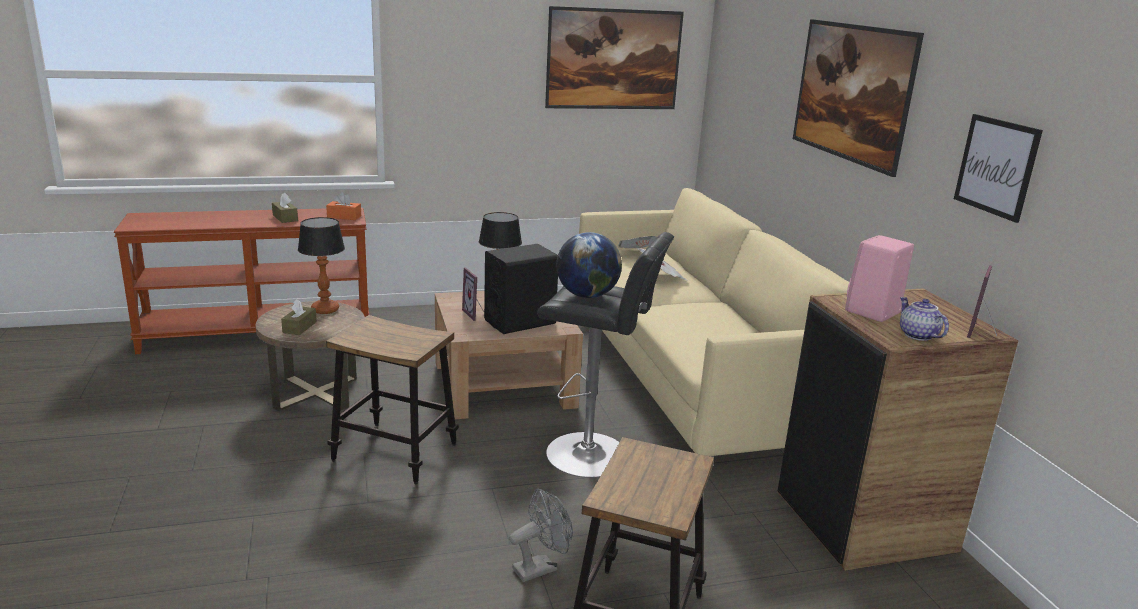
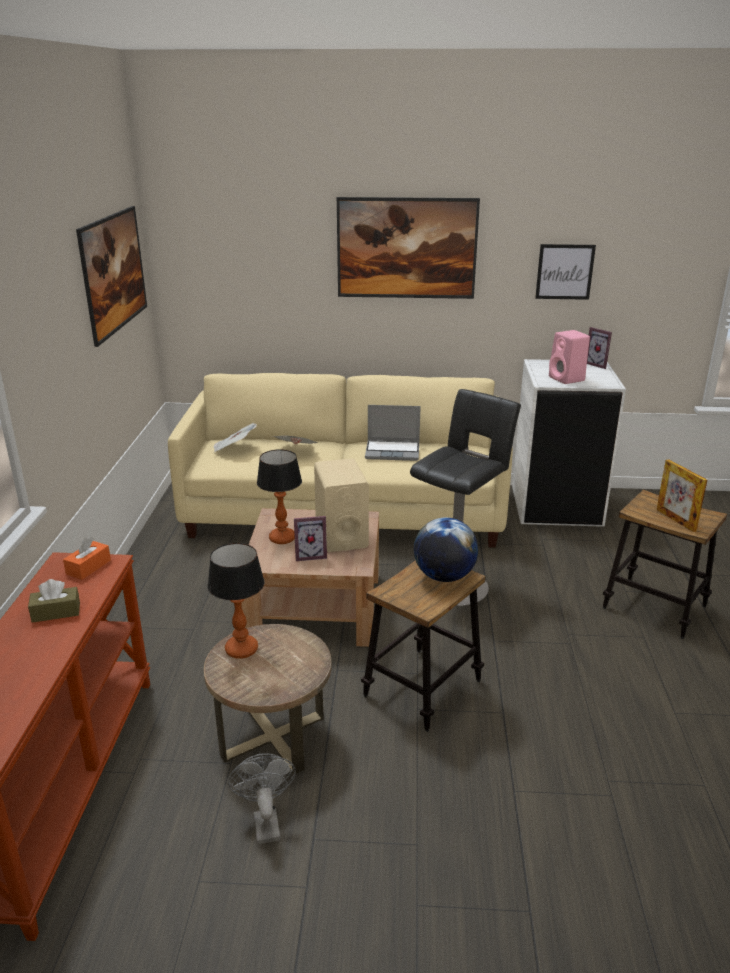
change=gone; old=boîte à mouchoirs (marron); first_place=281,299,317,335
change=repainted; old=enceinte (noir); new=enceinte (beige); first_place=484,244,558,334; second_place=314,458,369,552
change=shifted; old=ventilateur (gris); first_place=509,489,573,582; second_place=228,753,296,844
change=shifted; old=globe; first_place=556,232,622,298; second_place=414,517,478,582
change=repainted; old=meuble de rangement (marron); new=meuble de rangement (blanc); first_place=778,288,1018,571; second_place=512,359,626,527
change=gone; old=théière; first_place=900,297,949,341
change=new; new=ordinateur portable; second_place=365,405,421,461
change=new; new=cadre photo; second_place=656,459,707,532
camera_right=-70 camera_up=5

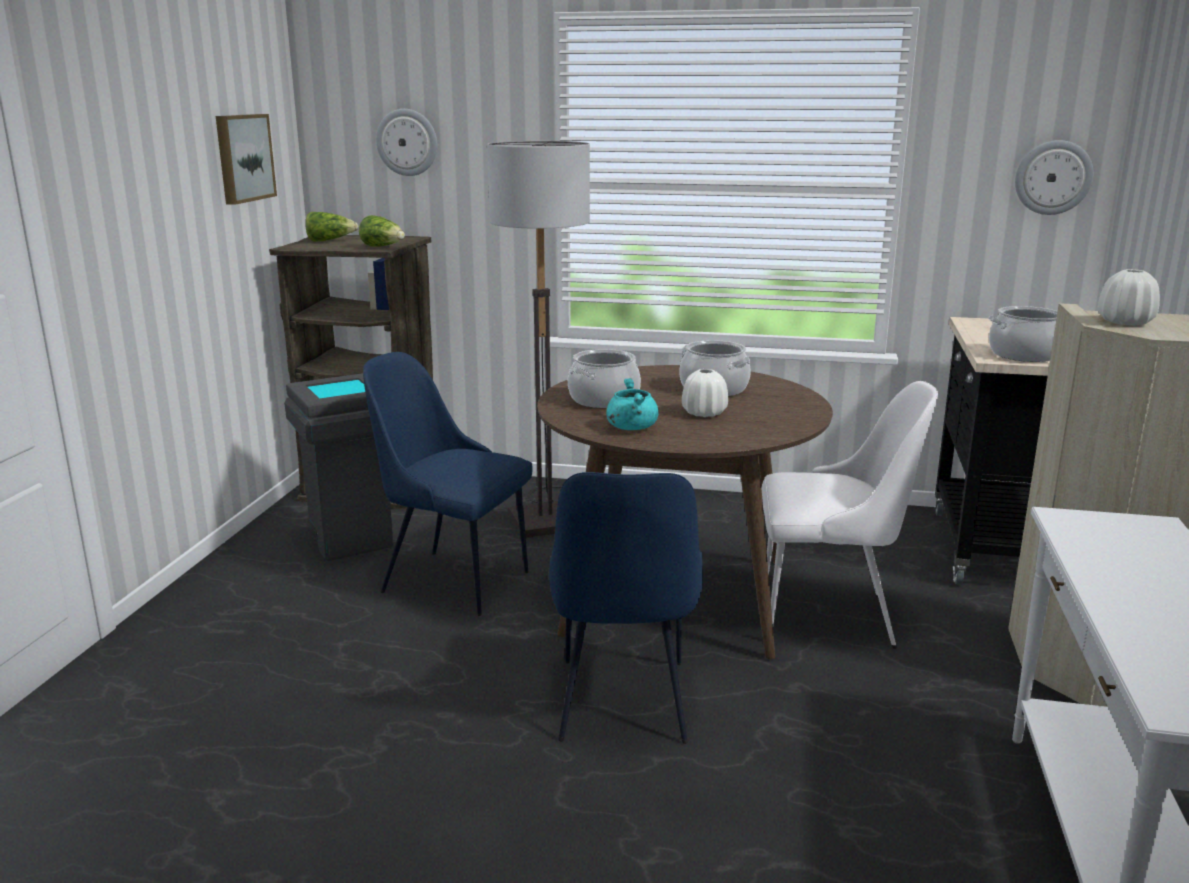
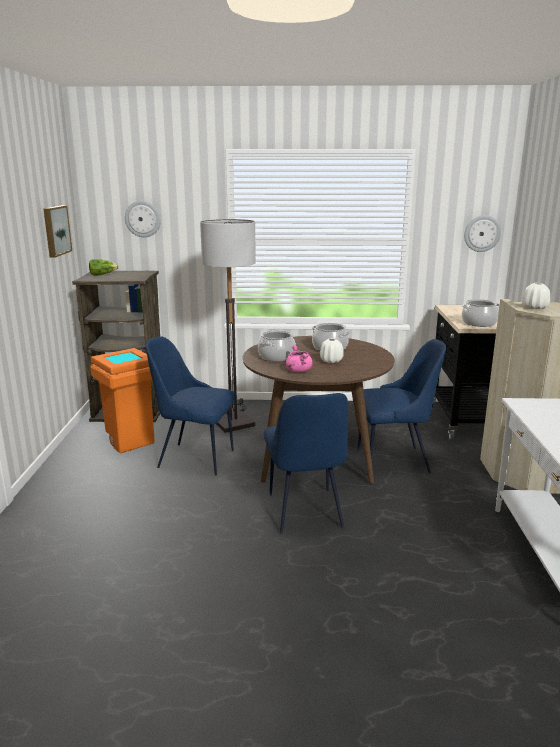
change=repainted; old=poubelle (gris); new=poubelle (orange); first_place=284,373,393,561; second_place=90,348,155,453
change=gone; old=laitue; first_place=359,215,405,247
change=repainted; old=marmite (turquoise); new=marmite (rose); first_place=606,378,659,430; second_place=286,345,313,372
change=repainted; old=chaise (blanc); new=chaise (bleu); first_place=762,381,938,649; second_place=358,339,446,475
camera_right=-10 camera_up=0

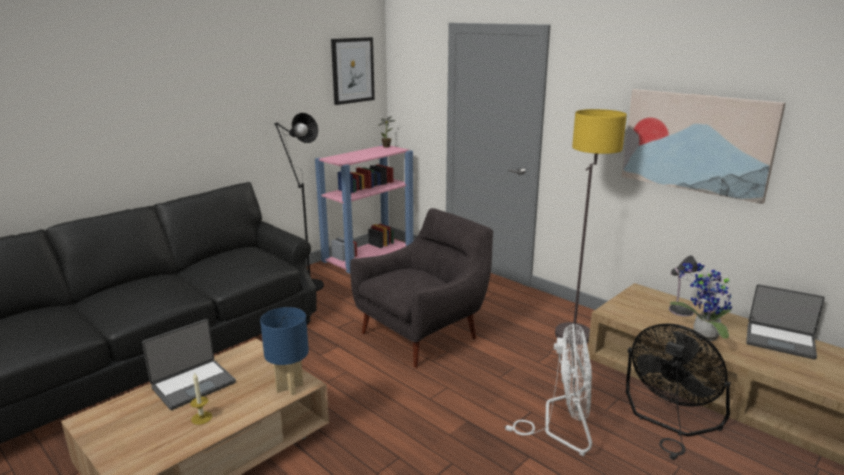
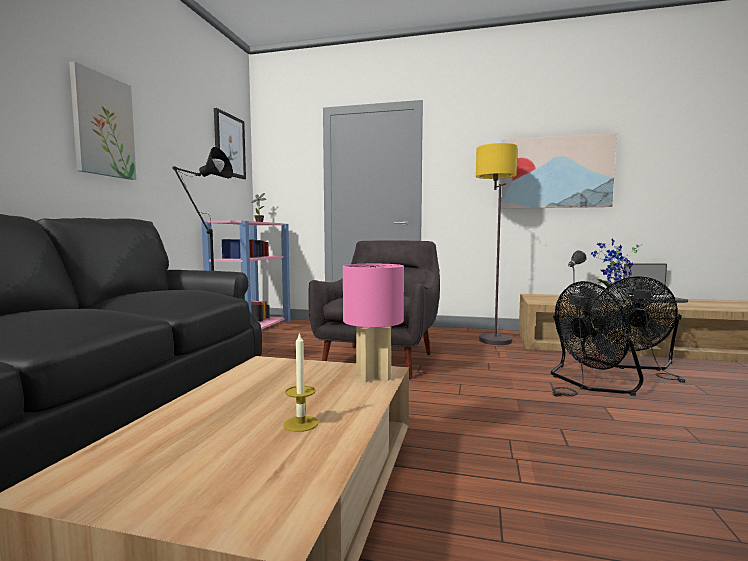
change=gone; old=ordinateur portable; first_place=142,319,236,410
change=repainted; old=lampe de table (bleu); new=lampe de table (rose); first_place=260,307,309,395; second_place=343,264,404,383
change=repainted; old=ventilateur (blanc); new=ventilateur (noir); first_place=504,324,592,456; second_place=551,281,644,396
change=new; new=tableau; second_place=69,61,136,180
camera_right=-30 camera_up=-15

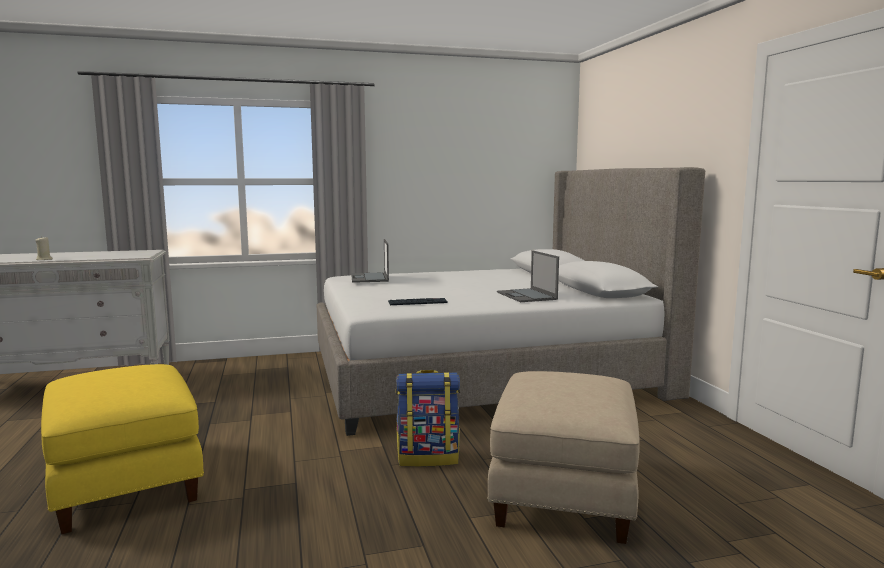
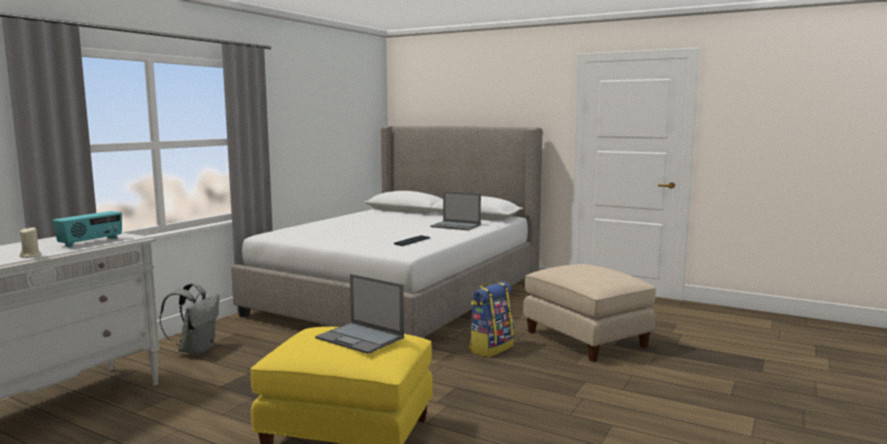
change=shifted; old=ordinateur portable; first_place=351,239,389,283; second_place=315,274,404,354
change=new; new=radio; second_place=53,211,122,247
change=new; new=sac à dos (gris); second_place=159,283,219,355
camera_right=-45 camera_up=0

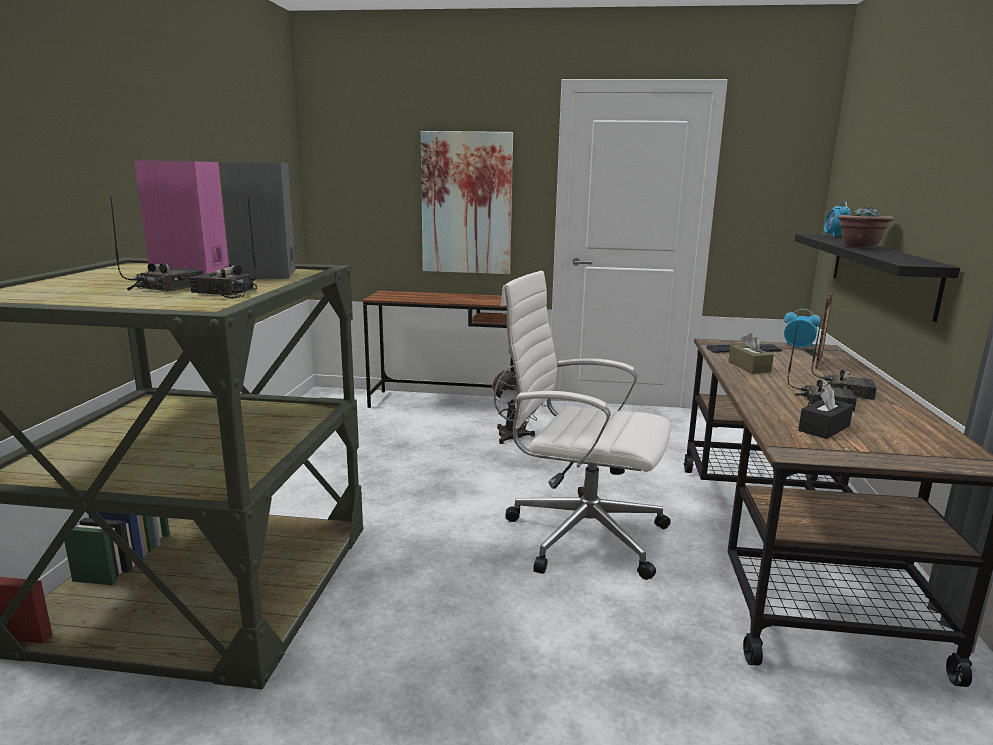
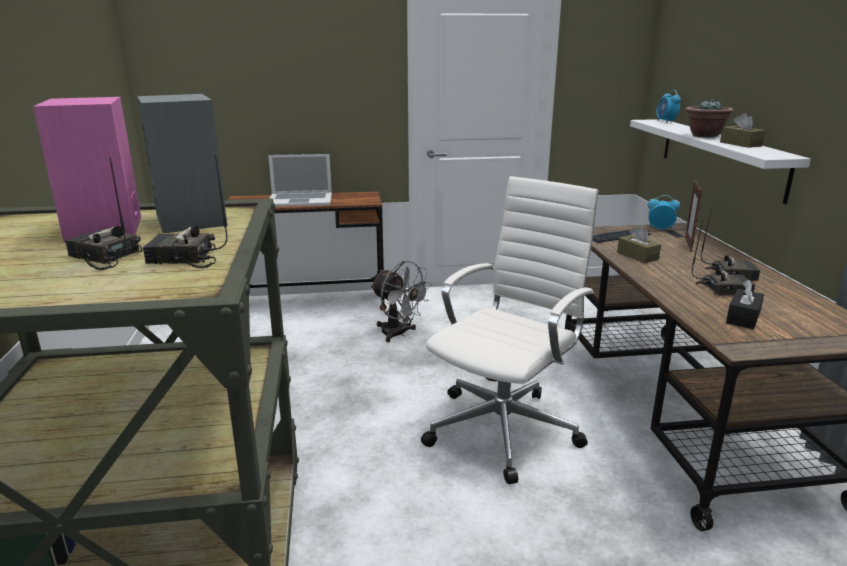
change=rotated; old=radio; first_place=111,198,204,292; second_place=65,157,143,270; degrees=-75
change=gone; old=tableau; first_place=421,131,513,274
change=rotated; old=chaise de bureau (blanc); first_place=501,271,671,580; second_place=421,176,598,484; degrees=120
change=repainted; old=étagère (noir); new=étagère (blanc); first_place=795,234,960,322; second_place=630,119,811,204
change=new; new=ordinateur portable; second_place=268,154,332,207
change=new; new=boîte à mouchoirs (marron); second_place=720,113,766,148
camera_right=-15 camera_up=5

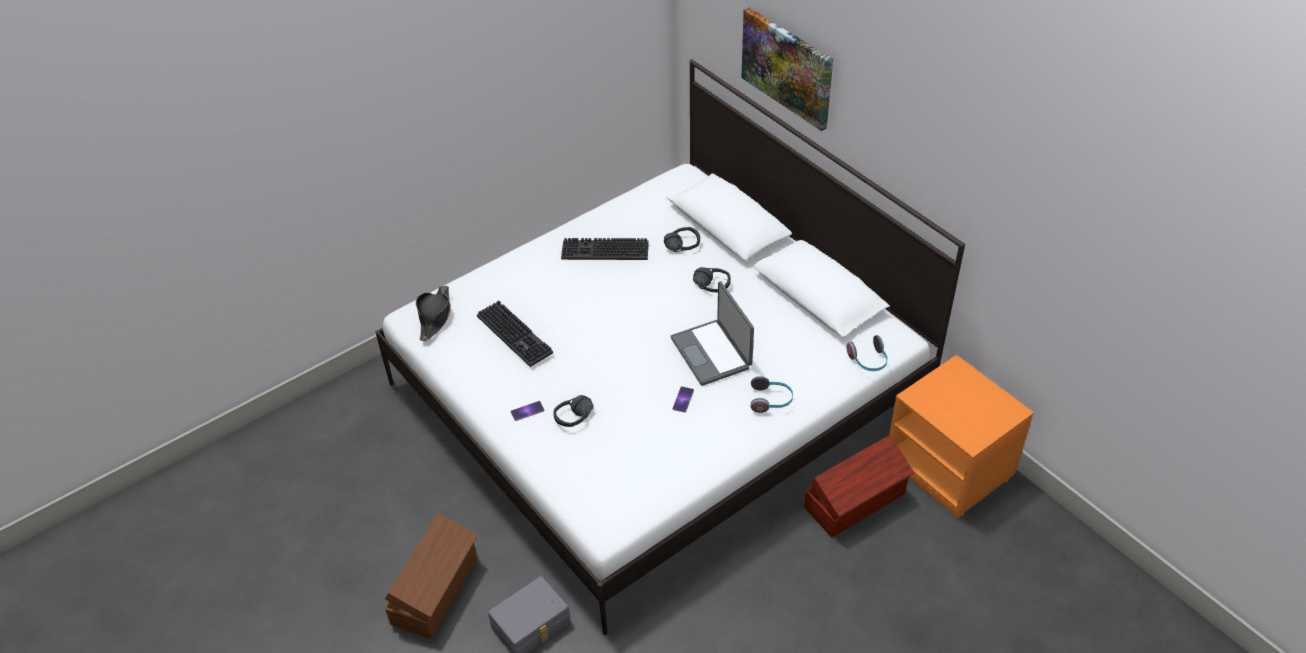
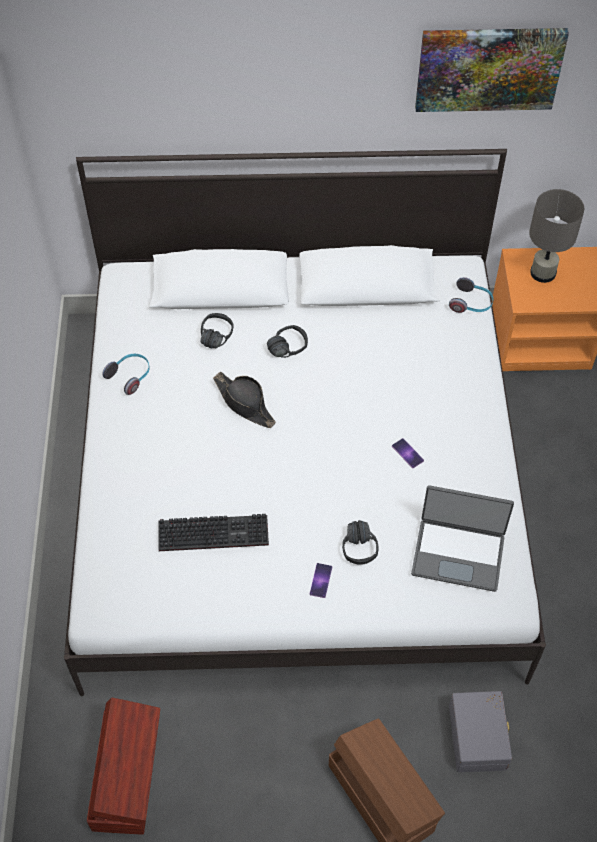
change=shifted; old=chapeau (noir); first_place=416,286,451,341; second_place=213,372,276,428
change=gone; old=clavier; first_place=561,238,649,260
change=shifted; old=ordinateur portable; first_place=670,281,754,386; second_place=411,485,514,592
change=shifted; old=tableau; first_place=741,8,833,131; second_place=415,28,569,112
change=shifted; old=casque audio; first_place=750,376,793,413; second_place=102,354,150,395
change=shifted; old=boîte de rangement (marron); first_place=804,435,914,537; second_place=87,698,160,834
change=new; new=lampe de table (gris); second_place=529,189,584,283
camera_right=-55 camera_up=10

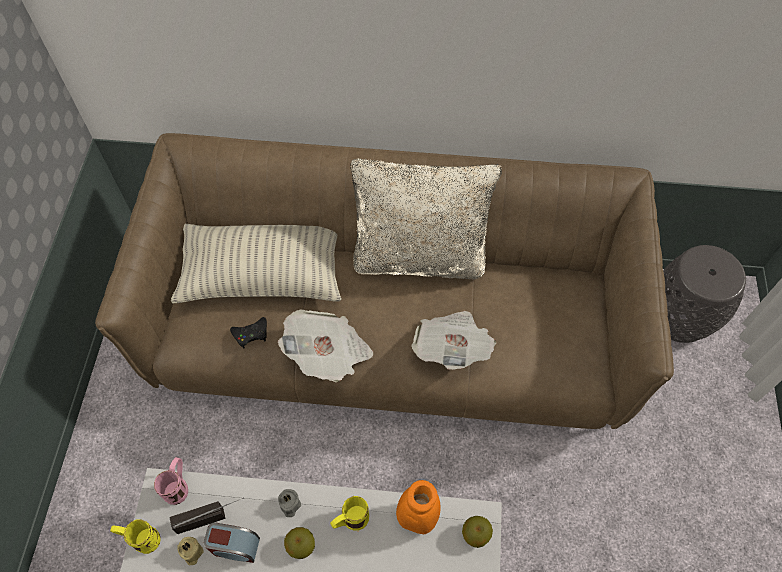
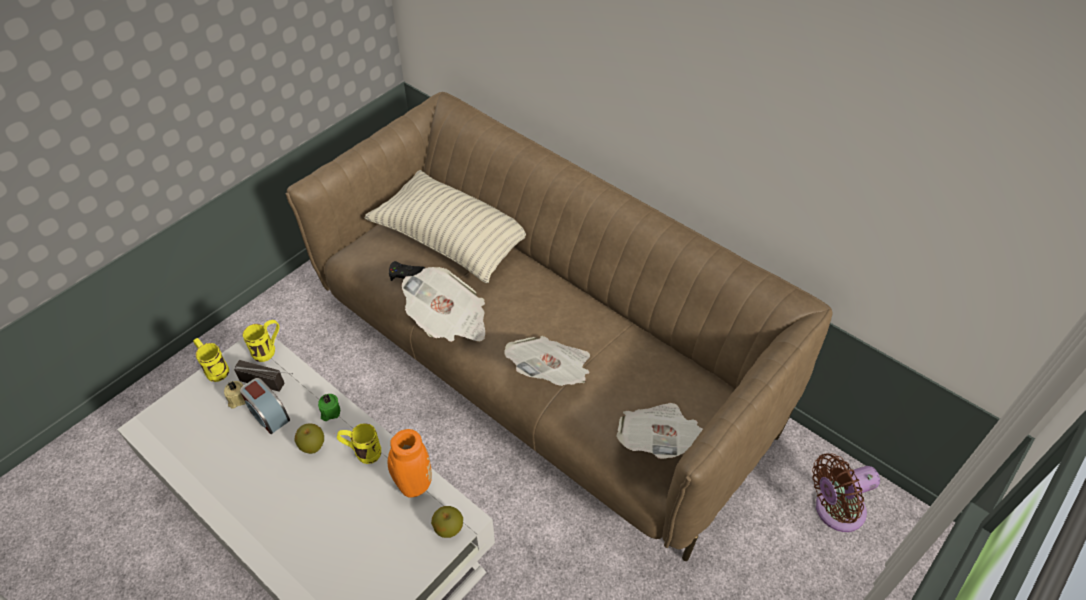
change=repainted; old=mug (rose); new=mug (jaune); first_place=154,457,188,505; second_place=243,320,279,362
change=repainted; old=bougie (gris); new=bougie (vert); first_place=278,489,301,517; second_place=318,394,340,421
change=gone; old=coussin (beige); first_place=350,158,502,279
change=swapped; old=tabouret (gris); new=ventilateur (marron); first_place=663,245,746,343; second_place=812,453,880,532
change=new; new=journal; second_place=616,403,703,459
camera_right=35 camera_up=-10

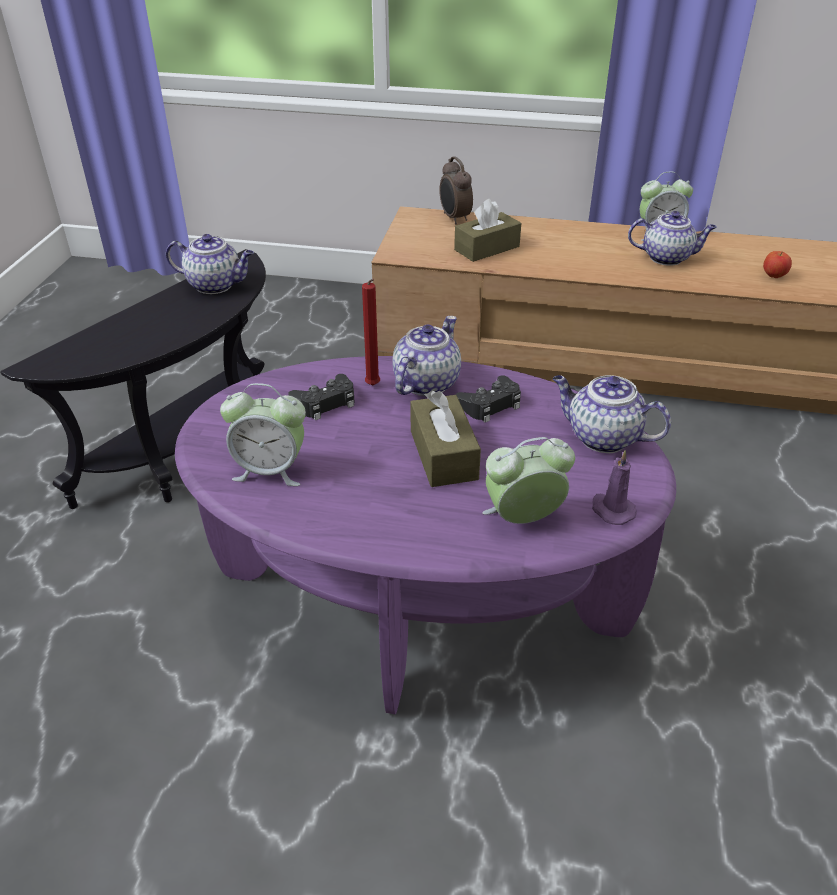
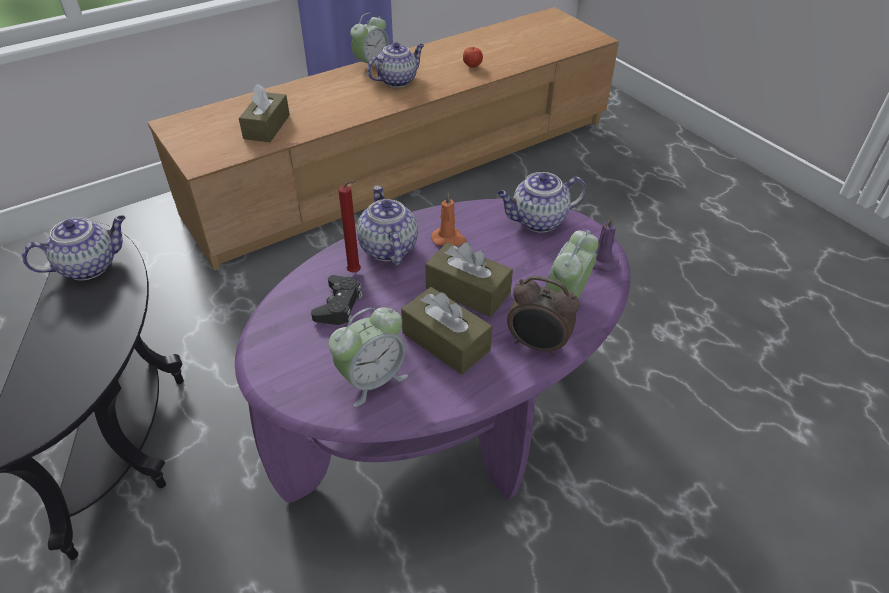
change=shifted; old=réveil; first_place=439,156,473,224; second_place=507,276,579,356
change=swapped; old=manette (noir); new=bougie (orange); first_place=455,375,521,422; second_place=431,192,466,246
change=new; new=boîte à mouchoirs (marron); second_place=401,287,492,375
camera_right=-45 camera_up=5

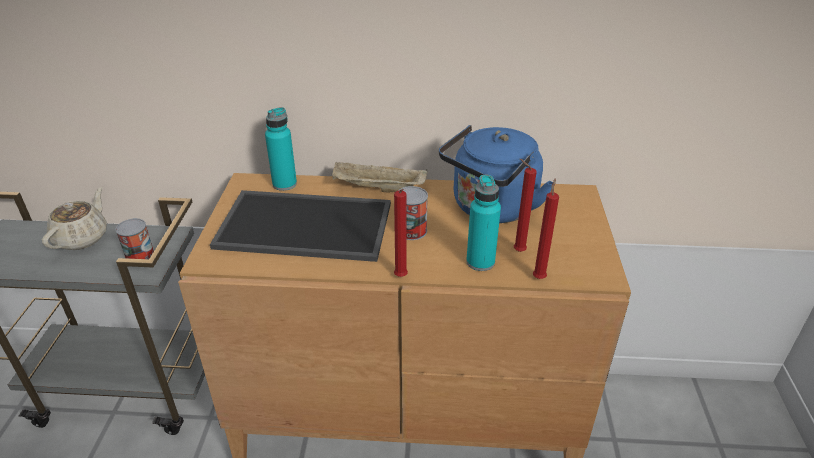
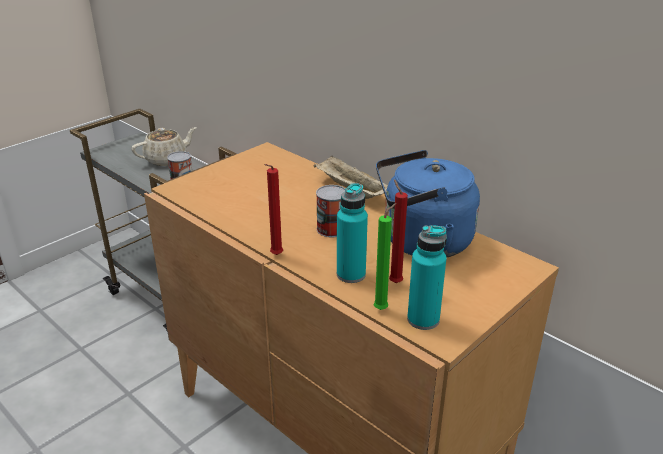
change=gone; old=plateau; first_place=210,190,391,262
change=shifted; old=bouteille (turquoise); first_place=265,107,297,191; second_place=407,225,447,330
change=repainted; old=bougie (rouge); new=bougie (vert); first_place=533,179,559,279; second_place=374,203,396,310
camera_right=40 camera_up=-5

